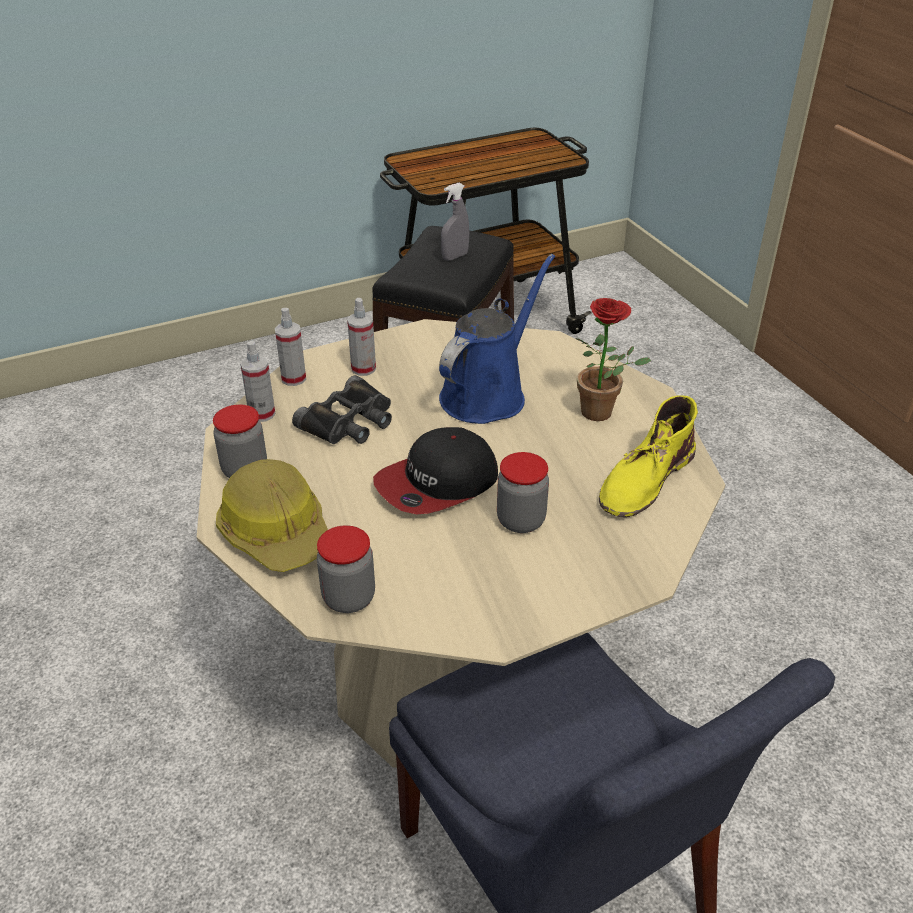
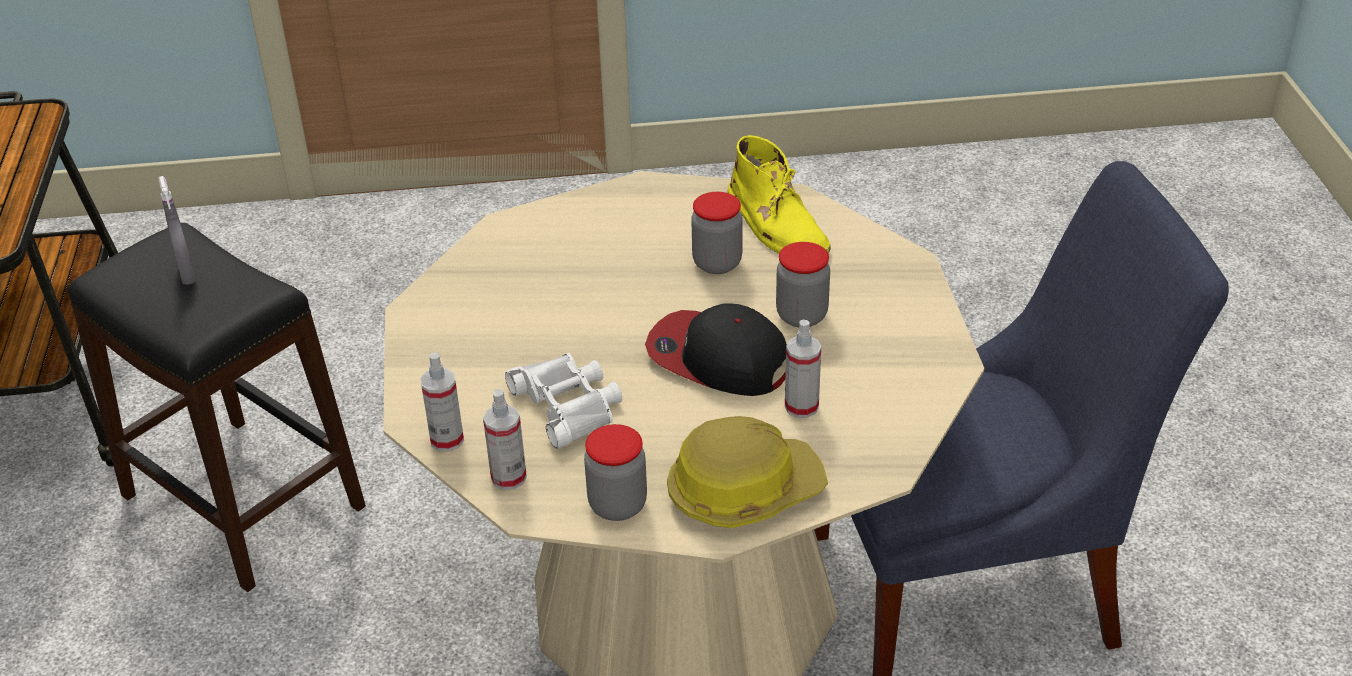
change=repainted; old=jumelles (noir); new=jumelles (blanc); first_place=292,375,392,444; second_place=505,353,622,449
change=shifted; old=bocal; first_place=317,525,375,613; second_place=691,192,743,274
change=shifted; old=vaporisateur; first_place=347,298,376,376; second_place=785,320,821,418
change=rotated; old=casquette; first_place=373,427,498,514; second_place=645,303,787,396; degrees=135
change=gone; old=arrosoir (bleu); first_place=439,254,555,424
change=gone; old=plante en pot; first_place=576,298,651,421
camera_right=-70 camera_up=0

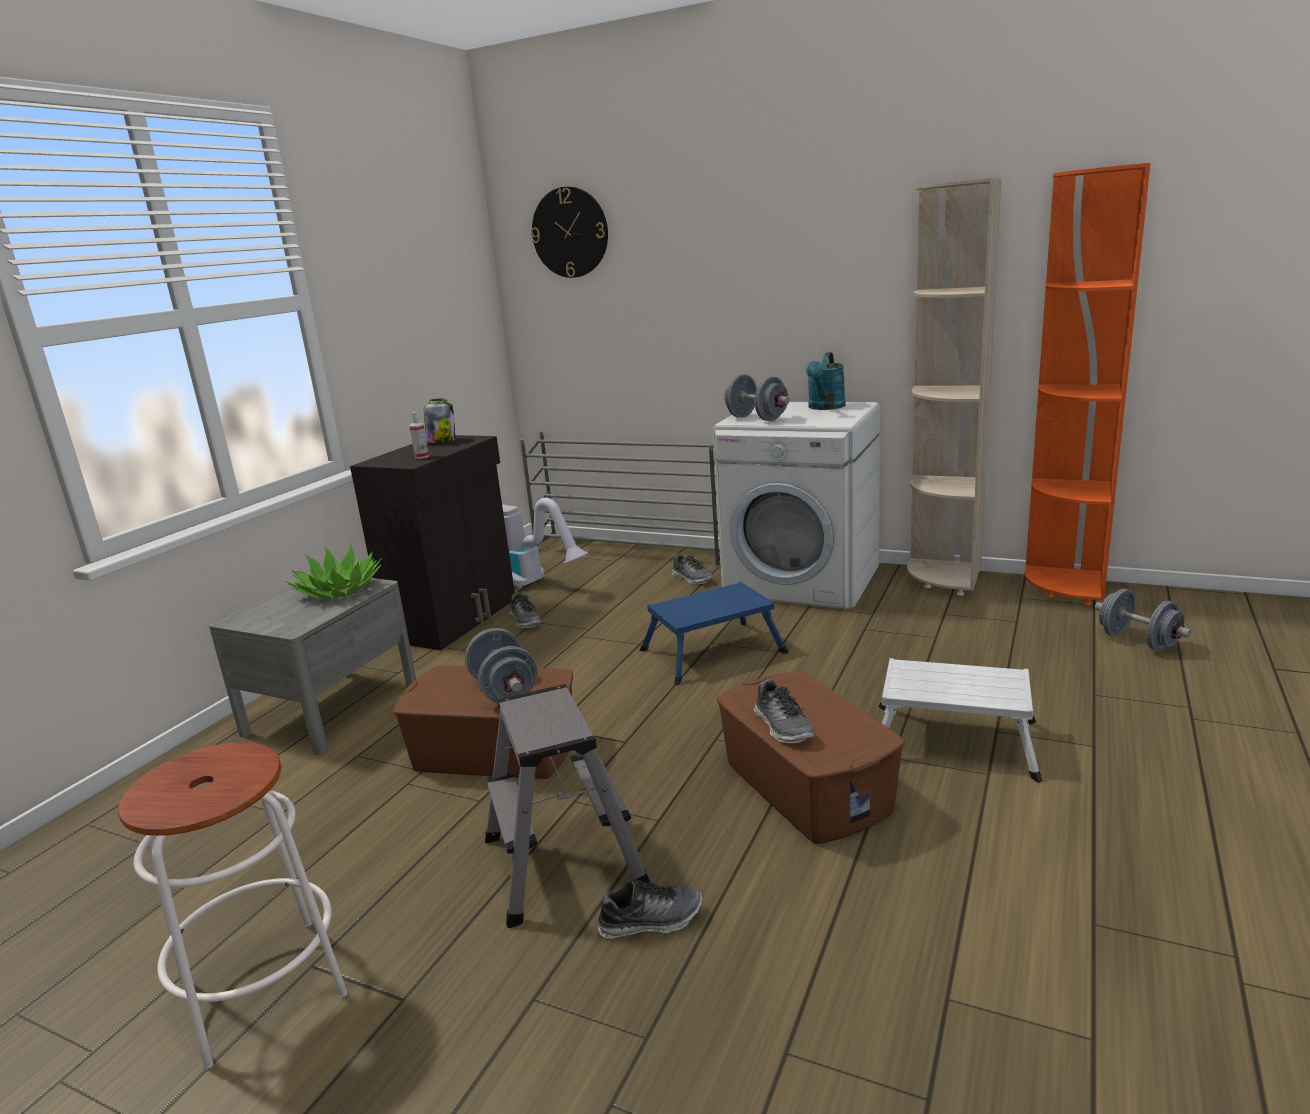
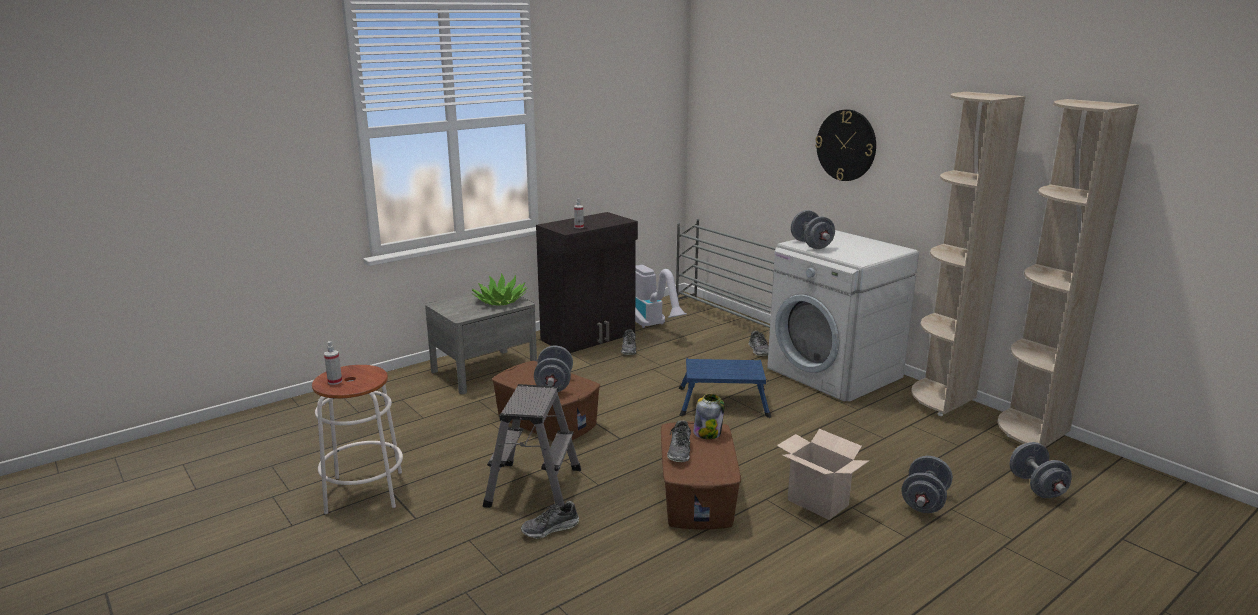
change=shifted; old=bocal; first_place=424,399,455,443; second_place=693,394,725,439
change=shifted; old=horloge murale; first_place=531,187,608,278; second_place=815,109,876,181
change=rotated; old=chaussure; first_place=598,880,702,939; second_place=521,501,579,539; degrees=135
change=gone; old=arrosoir (turquoise); first_place=806,352,846,410
change=swapped; old=escabeau (blanc); new=carton; first_place=878,658,1043,783; second_place=777,429,869,520
change=repainted; old=bibliothèque (orange); new=bibliothèque (beige); first_place=1024,163,1151,606; second_place=998,99,1139,447
change=new; new=vaporisateur; second_place=324,341,342,385
change=new; new=haltère (gris); second_place=902,456,953,513
camera_right=25 camera_up=0

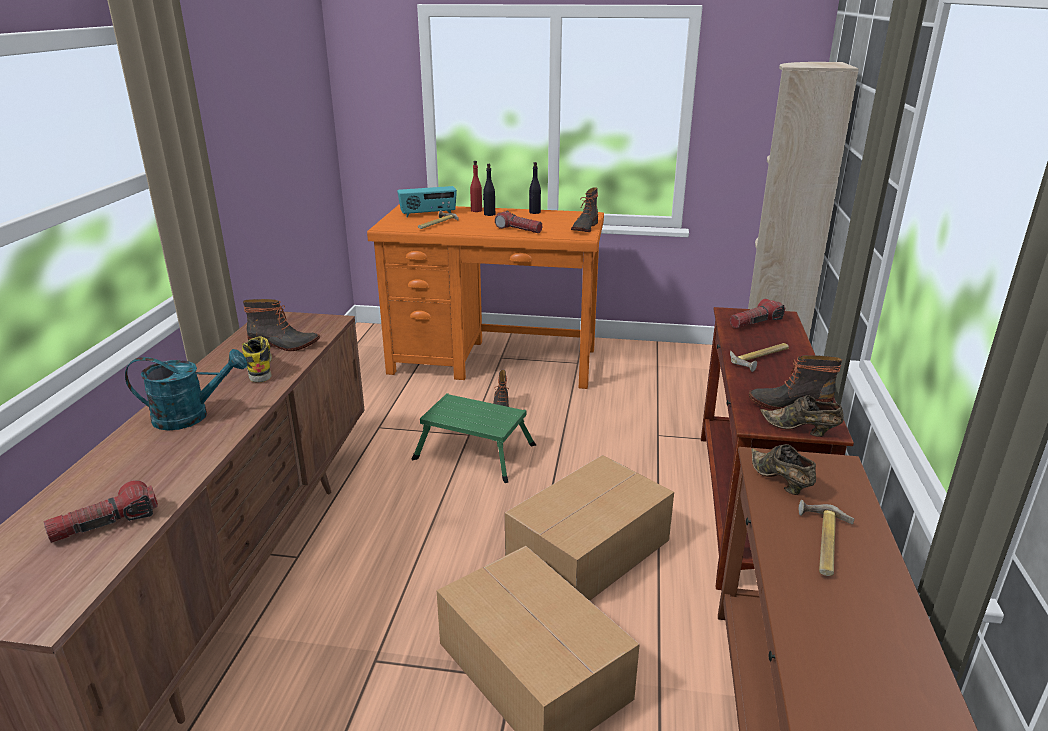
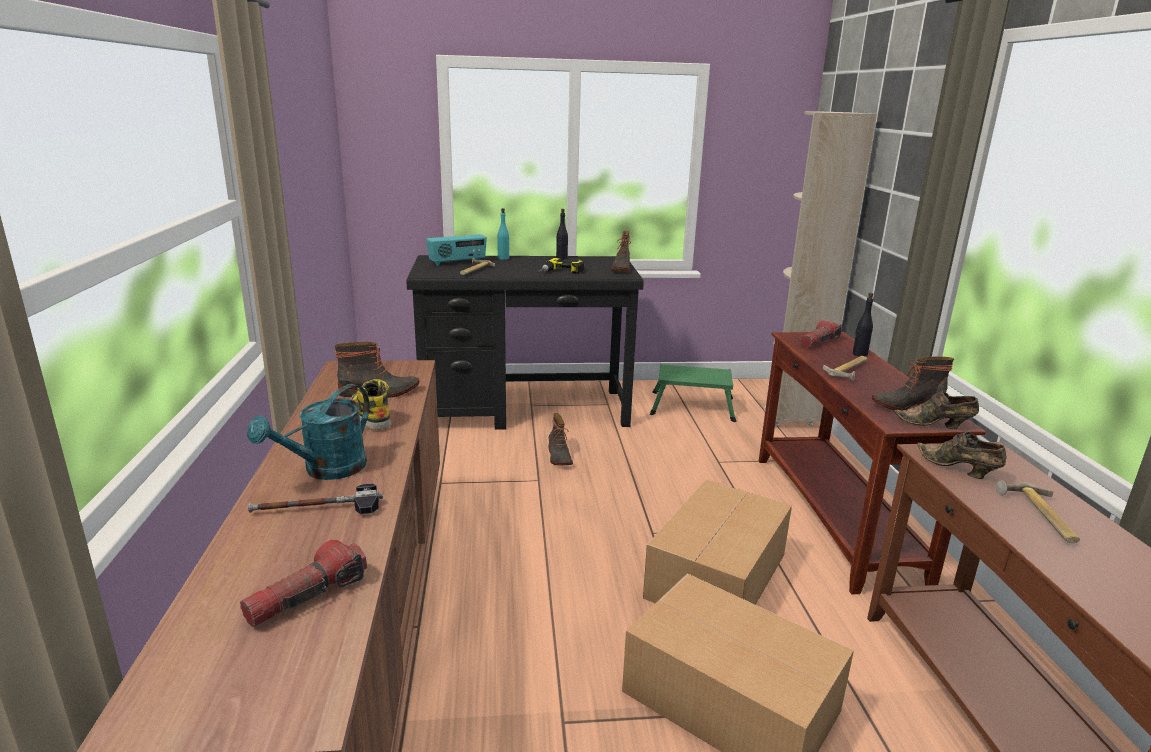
change=rotated; old=arrosoir (turquoise); first_place=125,349,247,431; second_place=247,384,369,480; degrees=150
change=repainted; old=bureau (orange); new=bureau (noir); first_place=367,204,604,389; second_place=406,255,644,430
change=shifted; old=escabeau (vert); first_place=412,393,536,483; second_place=650,364,736,422
change=repainted; old=bouteille (rouge); new=bouteille (turquoise); first_place=470,161,482,212; second_place=497,208,509,260
change=shifted; old=bouteille (noir); first_place=483,164,495,216; second_place=853,293,873,357
change=swapped; old=lampe de poche; new=perceuse; first_place=495,211,543,233; second_place=538,258,584,274
change=new; new=marteau; second_place=248,484,383,514
camera_right=-15 camera_up=-5

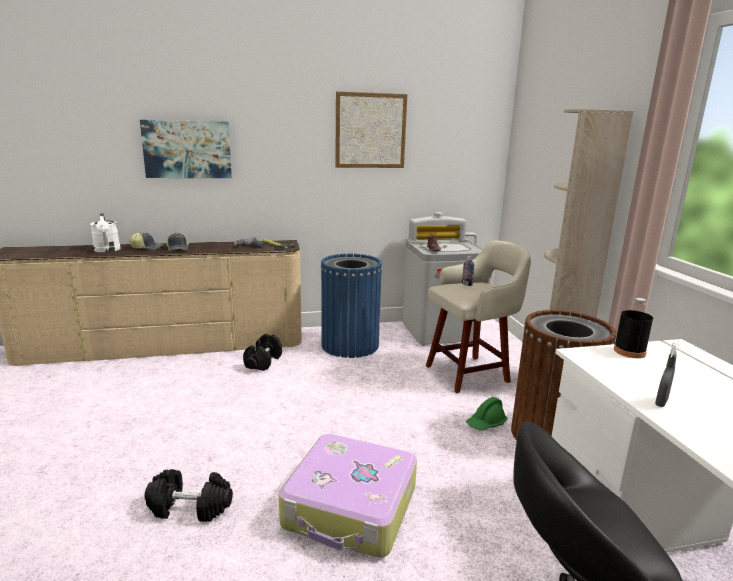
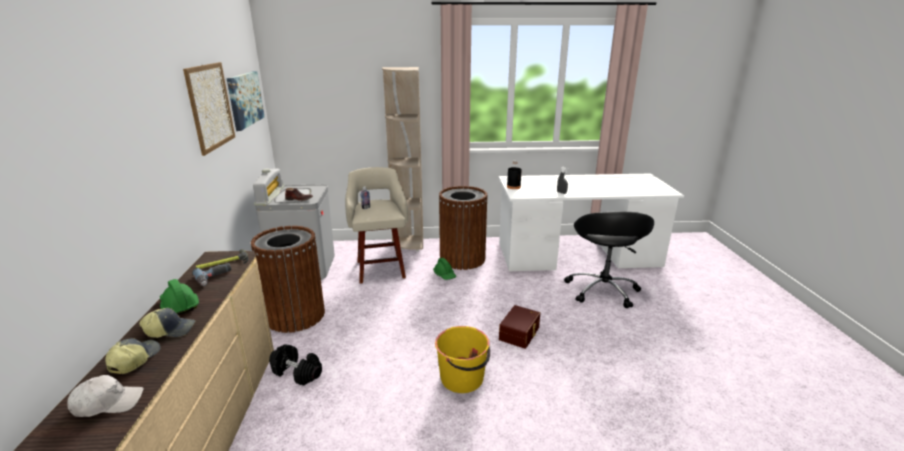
change=swapped; old=arrosoir (blanc); new=casquette (blanc); first_place=90,214,121,252; second_place=67,375,144,417
change=shifted; old=tableau; first_place=140,120,232,178; second_place=227,71,264,131
change=gone; old=haltère (noir); first_place=144,469,233,522
change=swapped; old=valise; new=boîte de rangement (marron); first_place=279,434,417,558; second_place=499,305,540,349
change=repainted; old=poubelle (bleu); new=poubelle (marron); first_place=321,254,382,358; second_place=251,226,325,333
change=new; new=casque de chantier (vert); second_place=160,279,199,315
change=new; new=seau (jaune); second_place=435,326,490,393
camera_right=-80 camera_up=5

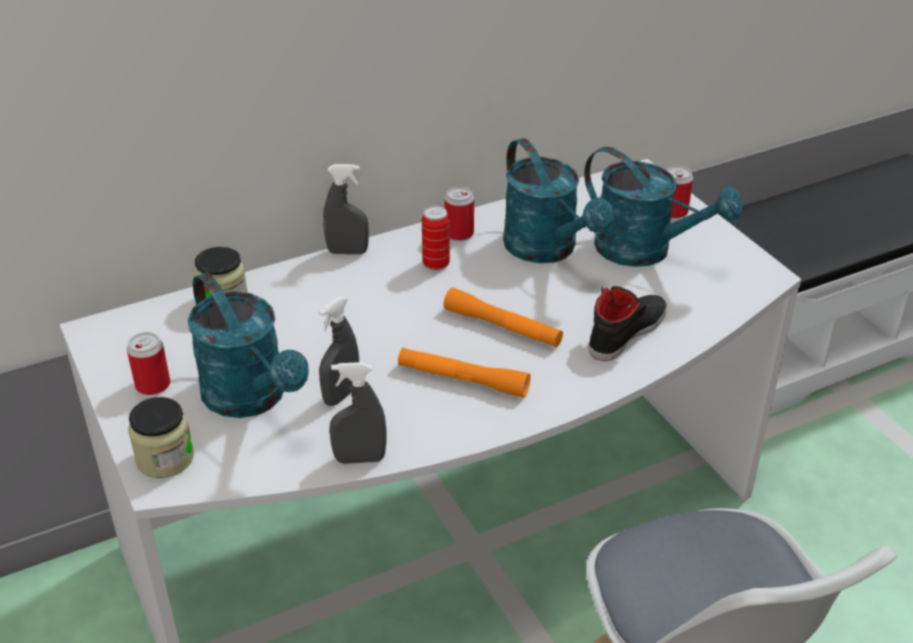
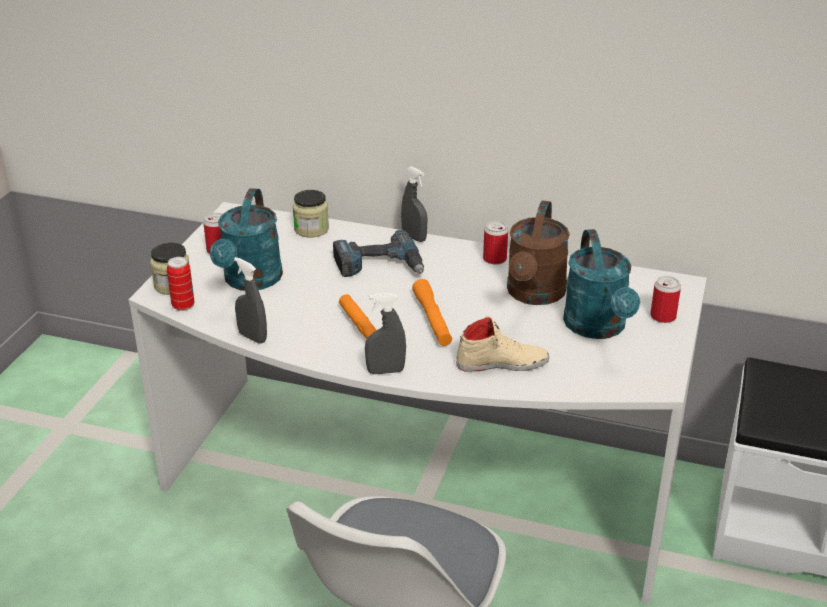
change=shifted; old=vaporisateur (gris); first_place=319,297,359,406; second_place=365,293,406,375
change=shifted; old=boîte métallique; first_place=422,206,450,271; second_place=167,257,195,311
change=repainted; old=arrosoir (turquoise); new=arrosoir (marron); first_place=503,138,614,263; second_place=507,200,570,305
change=repainted; old=chaussure (noir); new=chaussure (beige); first_place=589,286,667,361; second_place=456,315,549,372
change=new; new=perceuse; second_place=333,230,424,277
camera_right=45 camera_up=-5

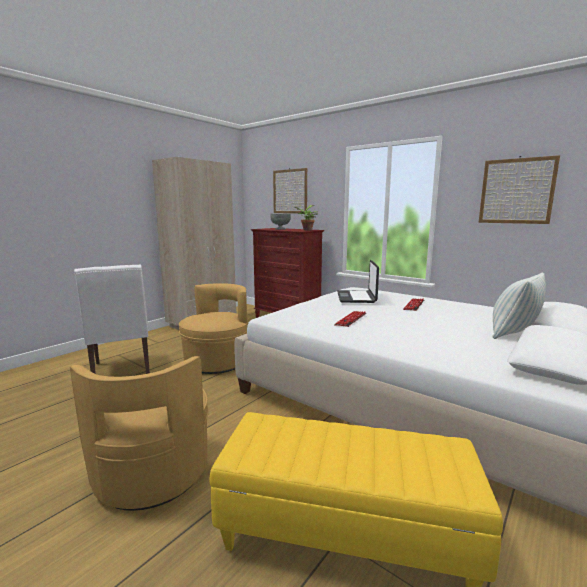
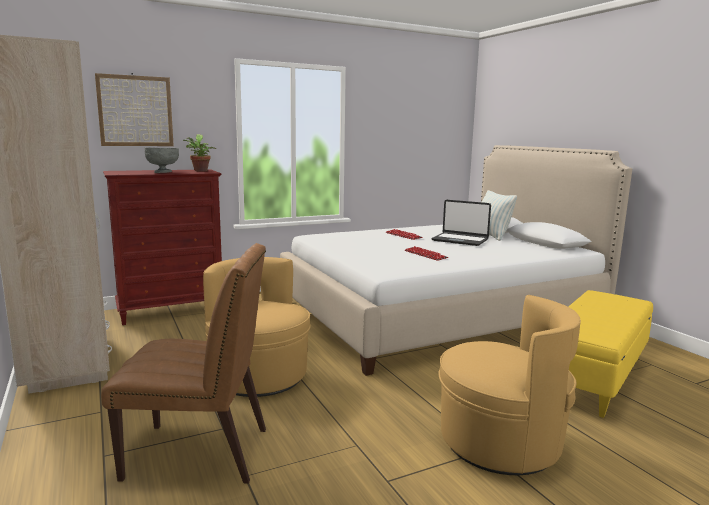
change=repainted; old=chaise (blanc); new=chaise (marron); first_place=74,265,150,374; second_place=101,243,266,483
change=shifted; old=ordinateur portable; first_place=337,260,379,303; second_place=431,200,491,246
change=gone; old=tableau; first_place=479,155,560,224
camera_right=-65 camera_up=0

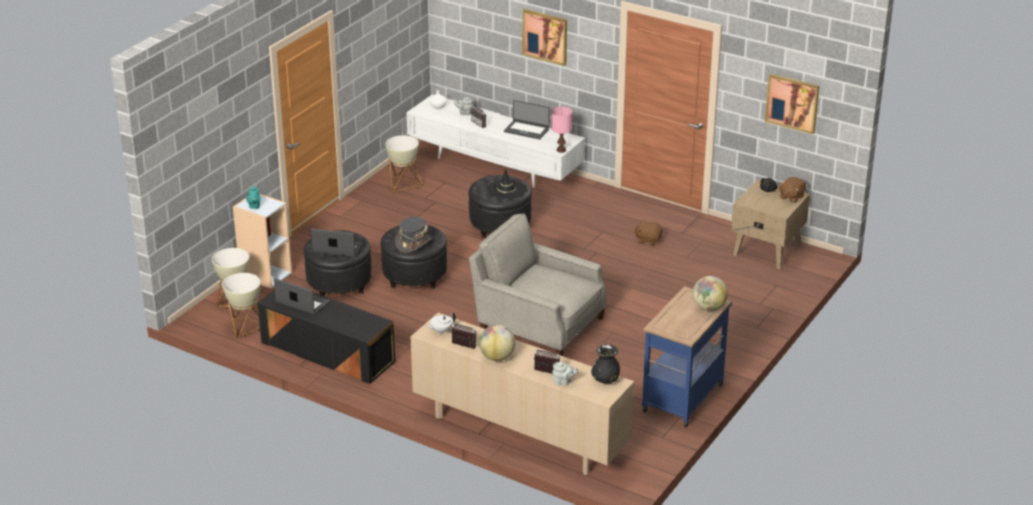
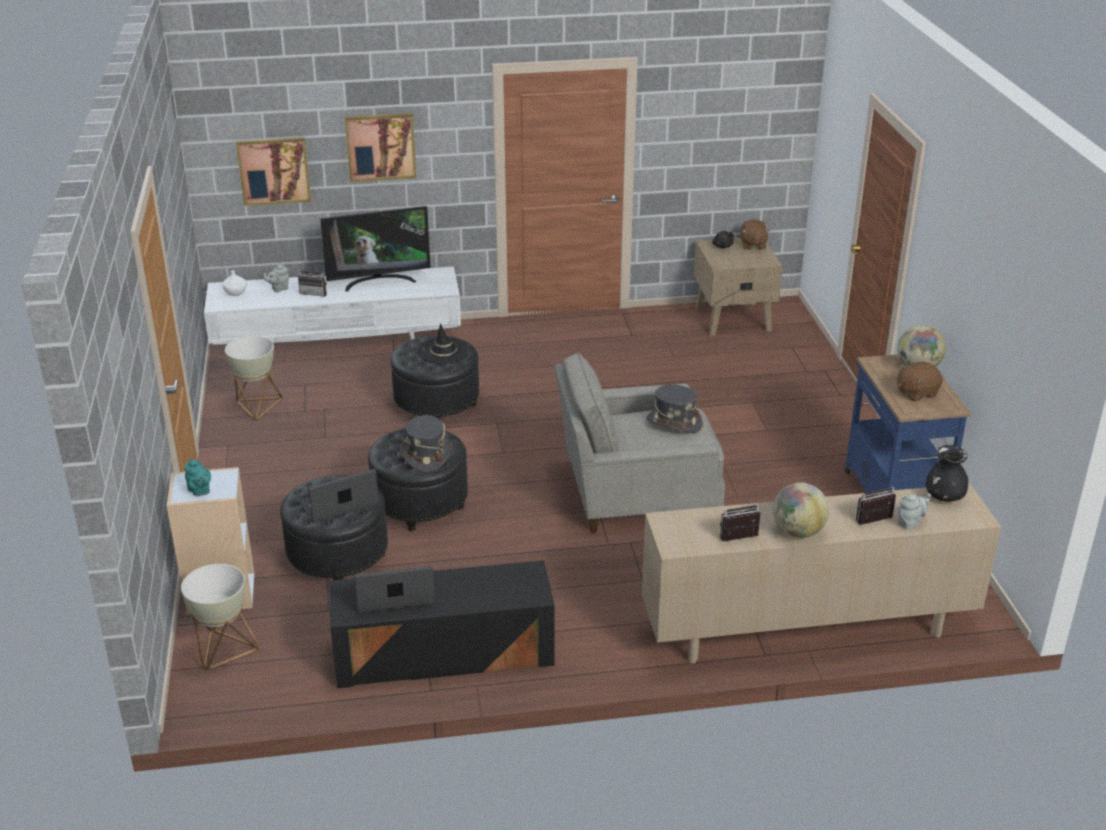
change=gone; old=cache-pot; first_place=222,273,261,338
change=gone; old=théière (blanc); first_place=425,312,456,334
change=swapped; old=ordinateur portable; new=téléviseur; first_place=504,100,550,139; second_place=320,206,430,291
change=gone; old=lampe de table (rose); first_place=552,107,572,153
change=shifted; old=peluche (marron); first_place=634,220,663,245; second_place=897,362,943,401
change=shifted; old=tableau; first_place=765,73,819,134; second_place=236,137,311,206
change=new; new=chapeau (gris); second_place=646,384,703,433
camera_right=-40 camera_up=0

